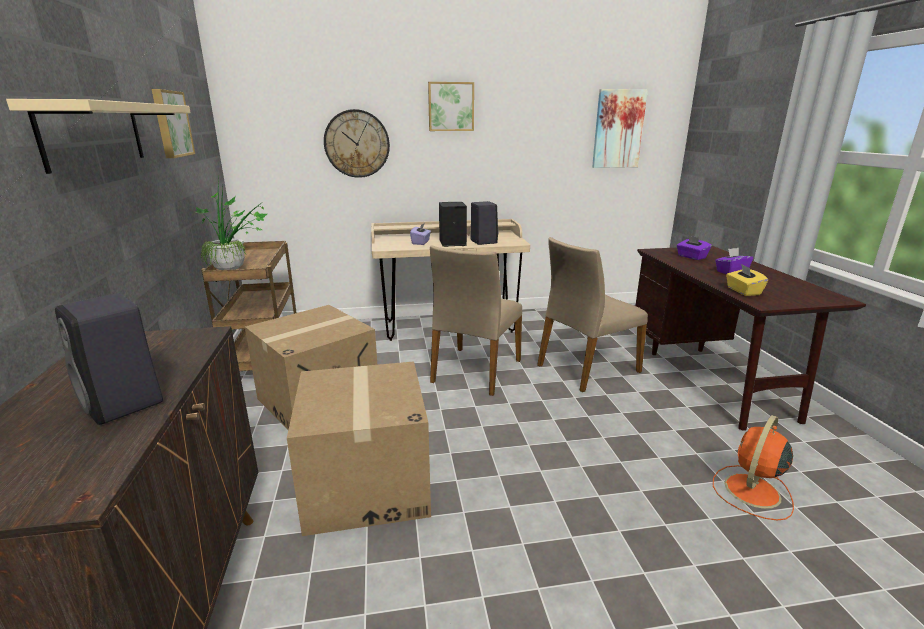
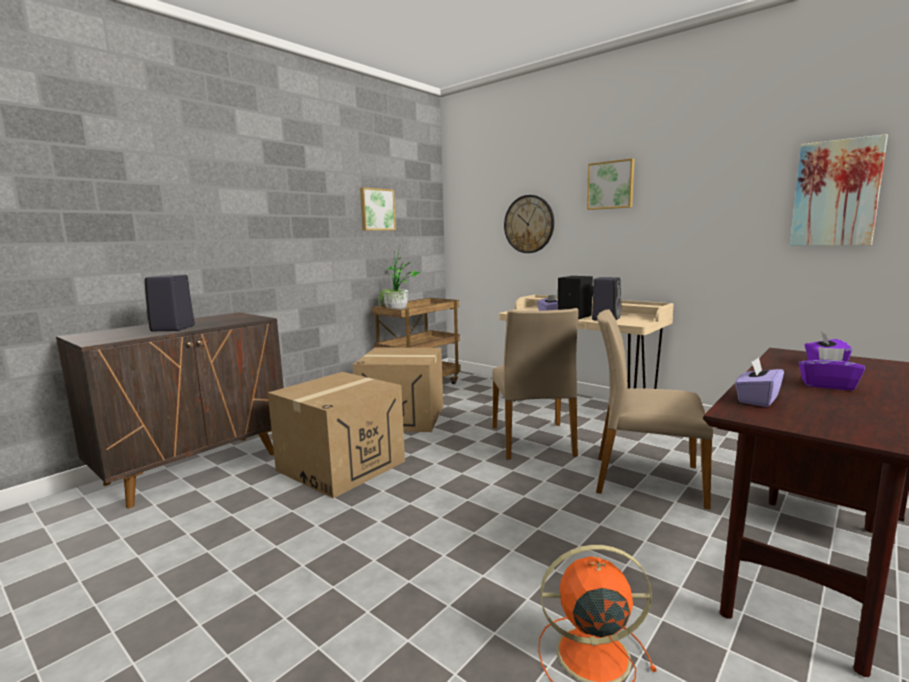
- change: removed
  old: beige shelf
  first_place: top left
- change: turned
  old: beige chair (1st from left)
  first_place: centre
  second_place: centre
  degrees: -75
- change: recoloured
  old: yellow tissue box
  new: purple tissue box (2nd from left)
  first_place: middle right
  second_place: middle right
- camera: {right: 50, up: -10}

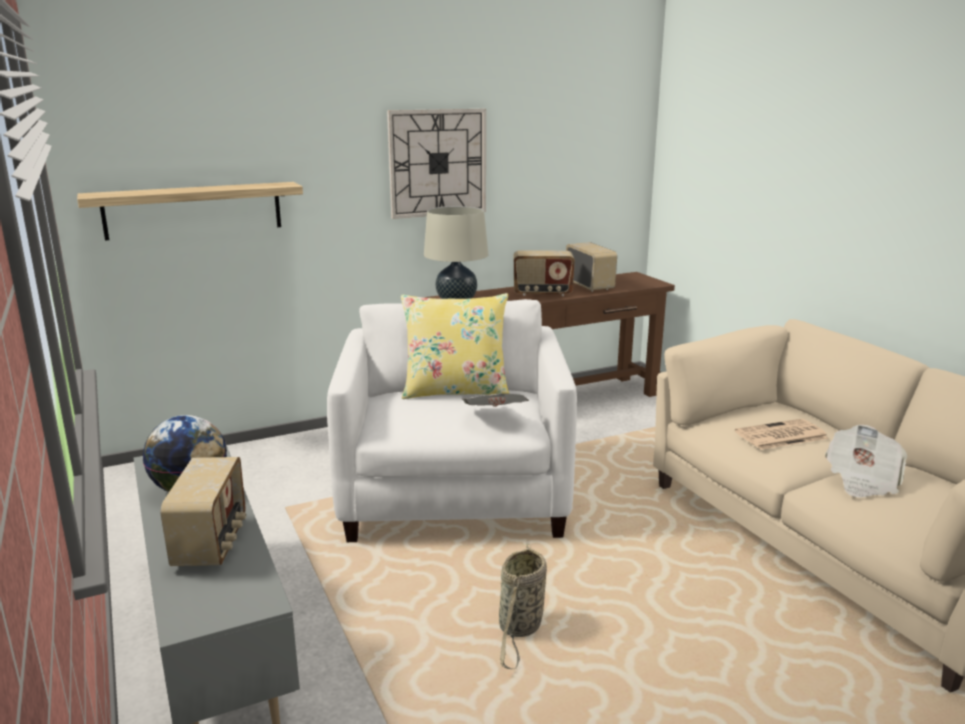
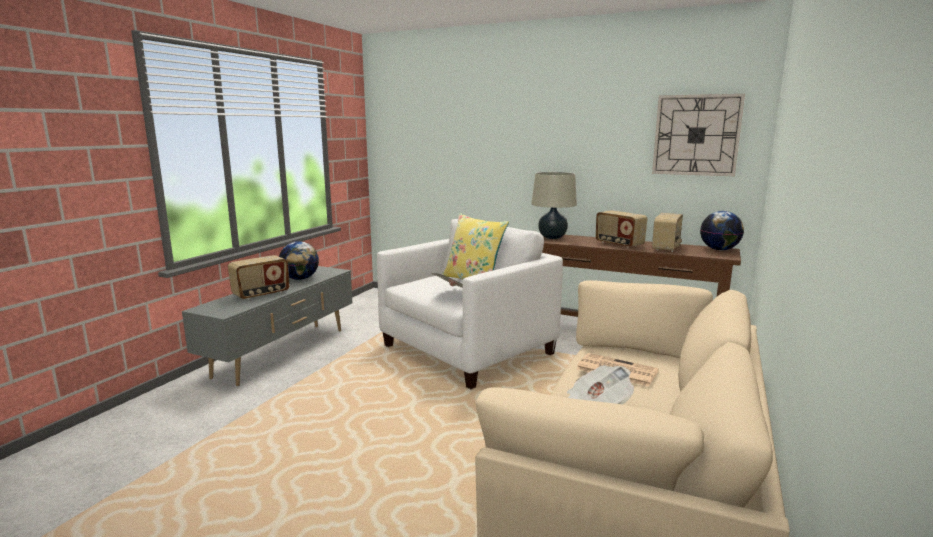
- change: moved
  old: wall clock
  first_place: top centre
  second_place: top right
- change: removed
  old: shelf
  first_place: top left
- change: removed
  old: basket
  first_place: bottom centre
- change: added
  new: globe (2nd from left)
  second_place: middle right
- camera: {right: 50, up: -5}

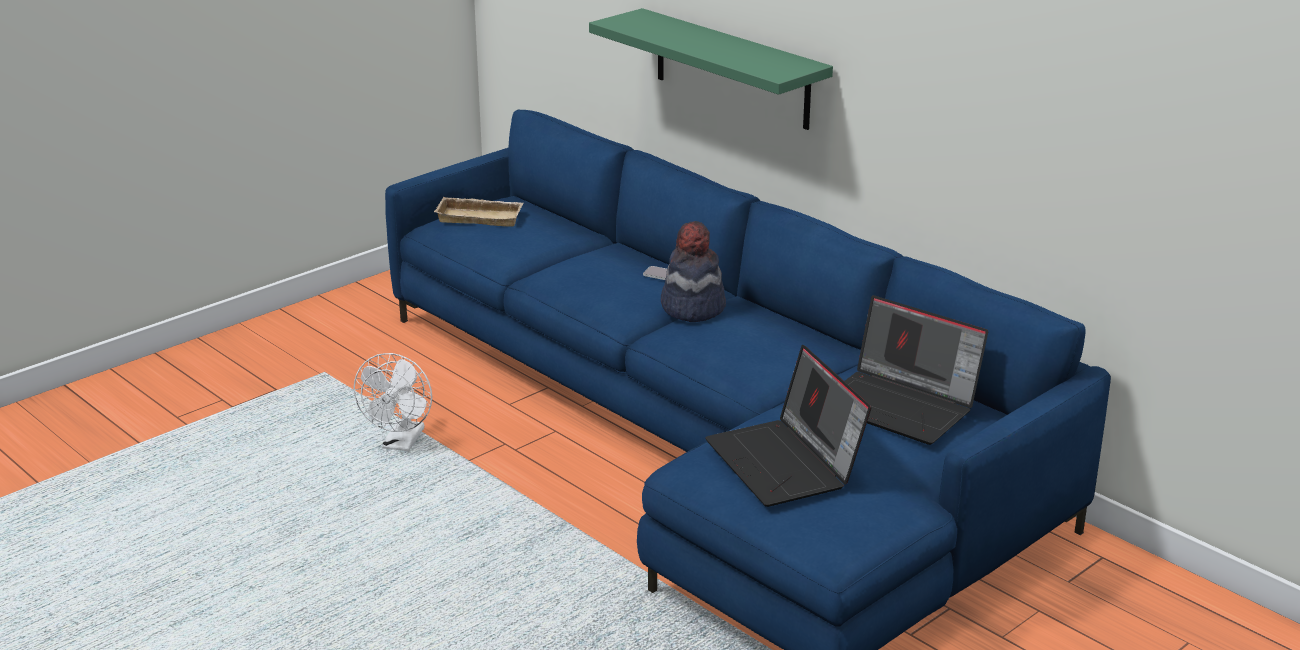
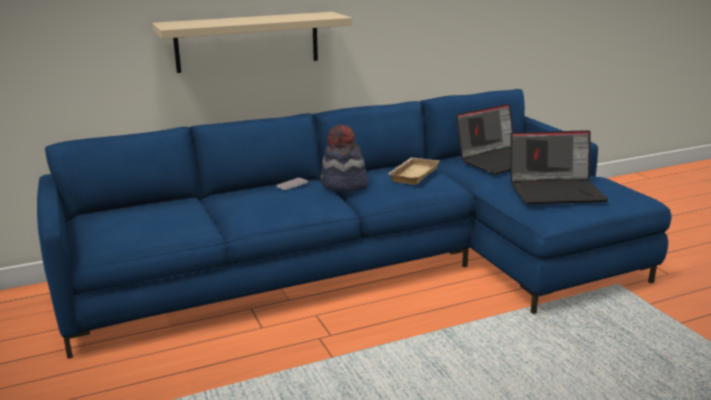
- change: recoloured
  old: green shelf
  new: beige shelf
  first_place: top centre
  second_place: top centre
- change: moved
  old: beige tray
  first_place: top centre
  second_place: centre
- change: removed
  old: white fan
  first_place: middle left
- camera: {right: -70, up: -5}

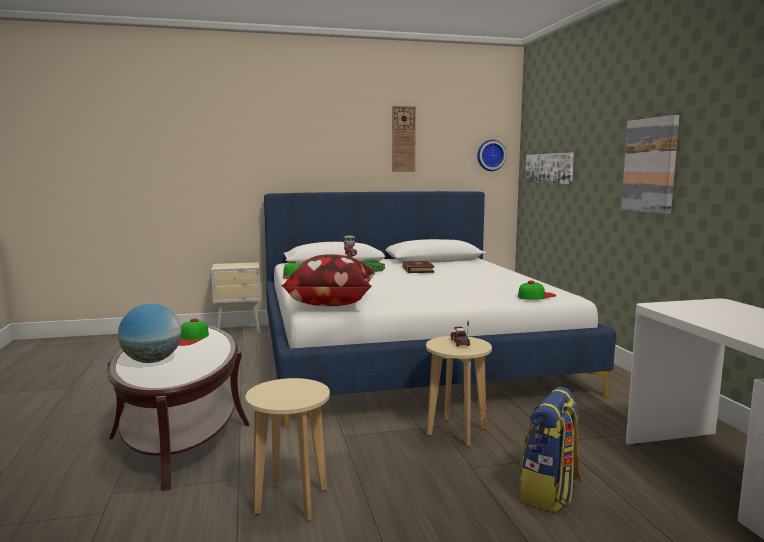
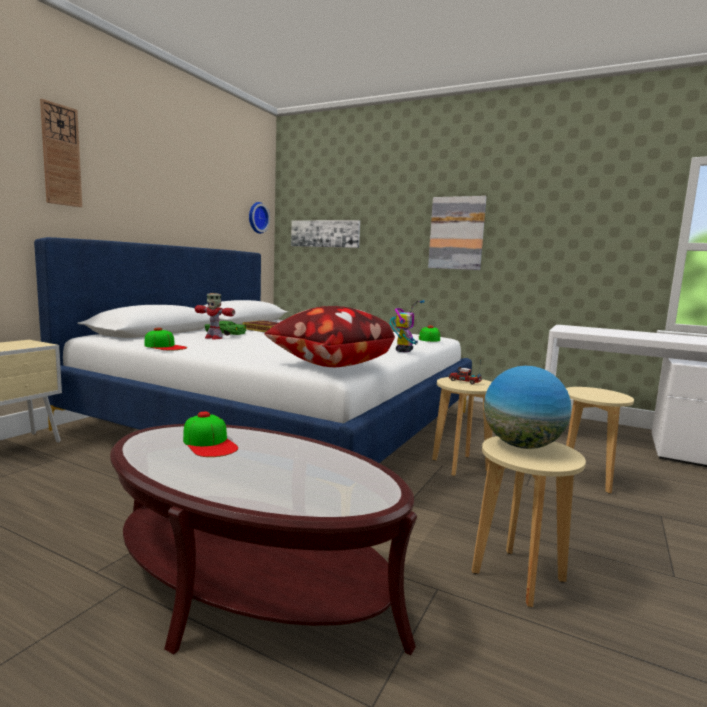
- change: moved
  old: wall clock (1st from left)
  first_place: top centre
  second_place: top left
- change: moved
  old: globe
  first_place: middle left
  second_place: middle right
- change: replaced
  old: backpack
  new: beige stool (3rd from left)
  first_place: bottom right
  second_place: middle right
- change: added
  new: toy robot (2nd from left)
  second_place: centre
- camera: {right: -50, up: 0}

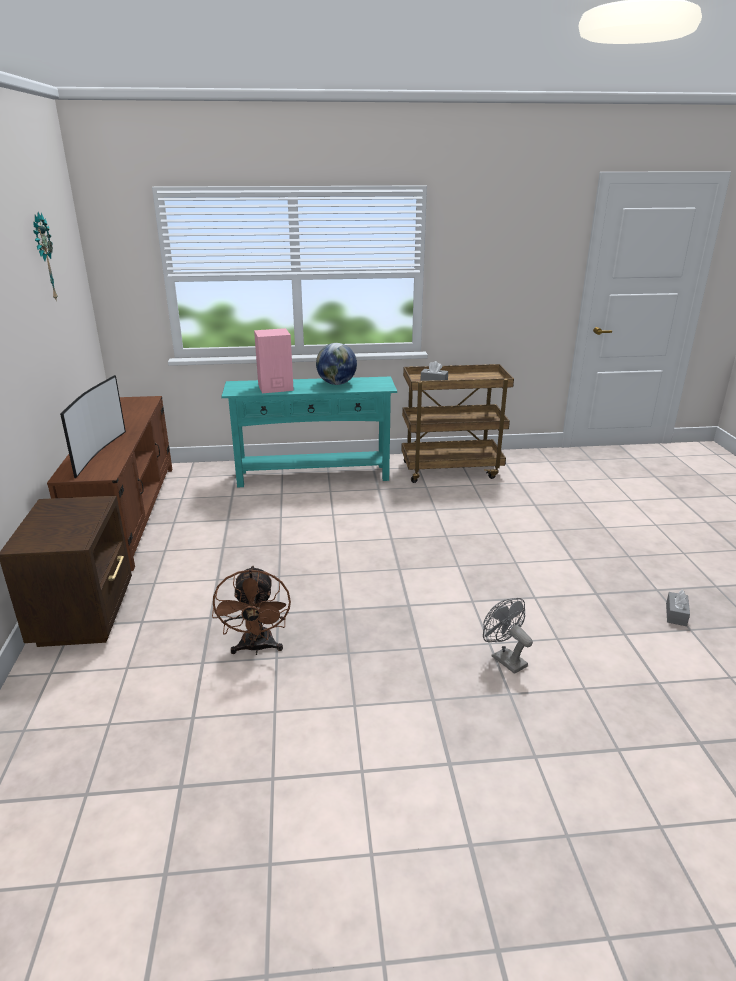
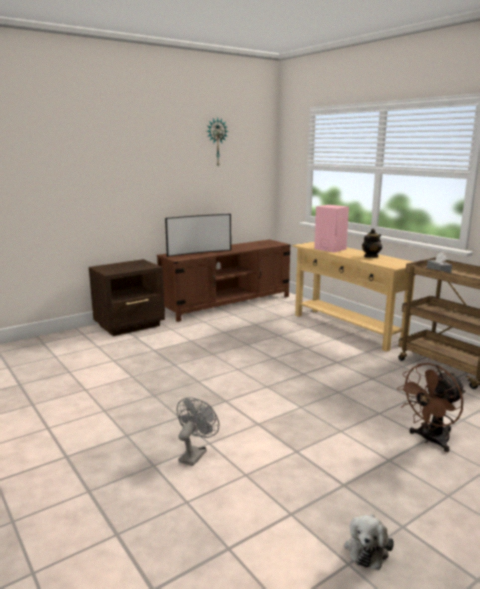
- change: replaced
  old: globe
  new: teapot
  first_place: centre
  second_place: middle right
- change: recoloured
  old: turquoise console table
  new: beige console table
  first_place: centre
  second_place: middle right
- change: moved
  old: brown fan
  first_place: centre
  second_place: bottom right
- change: replaced
  old: grey tissue box (2nd from left)
  new: plush toy
  first_place: middle right
  second_place: bottom right
- camera: {right: 60, up: -10}

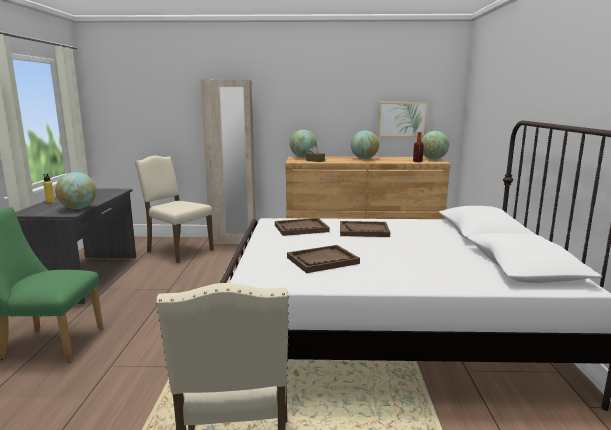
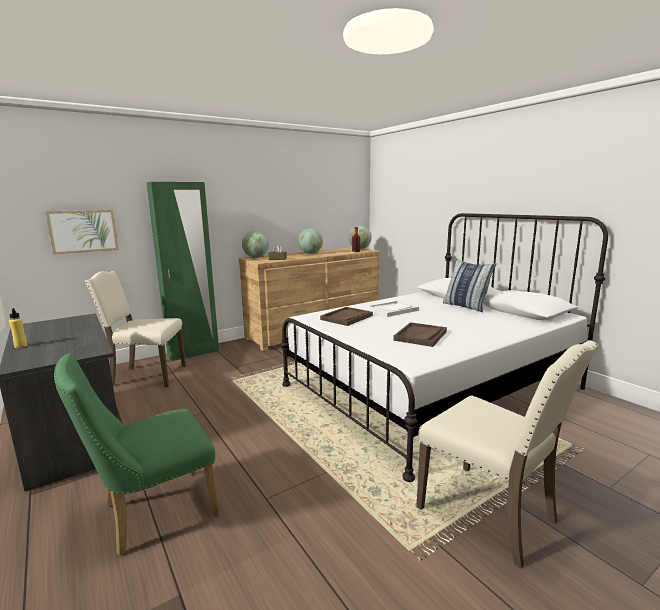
- change: recoloured
  old: beige wardrobe
  new: green wardrobe
  first_place: centre
  second_place: middle left
- change: moved
  old: picture
  first_place: top centre
  second_place: middle left
- change: removed
  old: globe (1st from left)
  first_place: middle left
- change: recoloured
  old: brown tray (3rd from left)
  new: white tray
  first_place: centre
  second_place: centre
- change: added
  new: pillow
  second_place: middle right
- camera: {right: -35, up: 0}

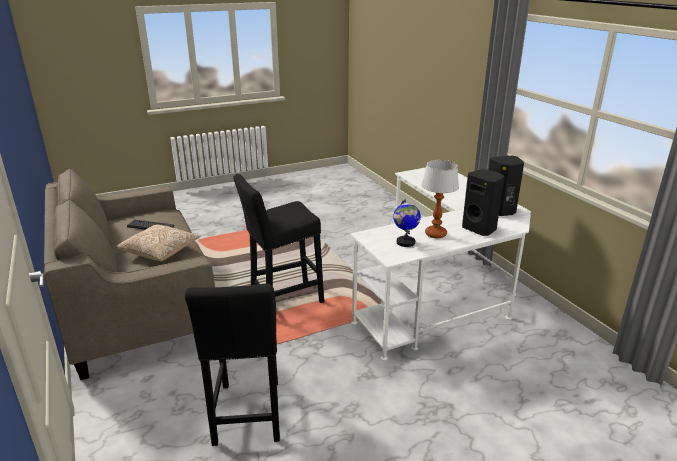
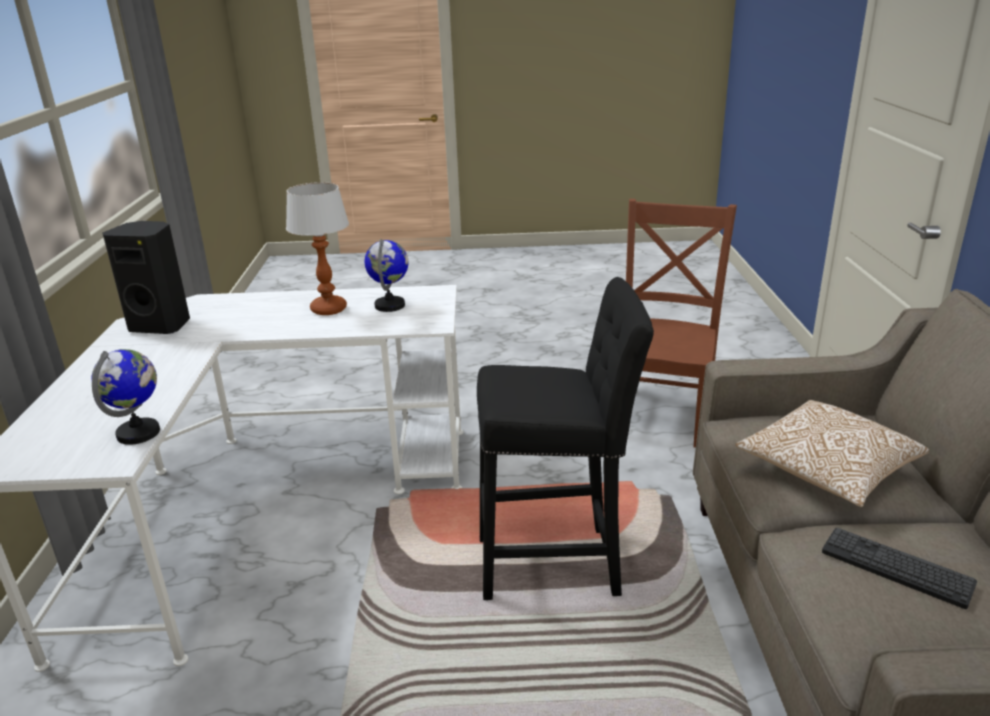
- change: removed
  old: black speaker (1st from left)
  first_place: middle right
- change: replaced
  old: black stool (1st from left)
  new: brown chair
  first_place: bottom centre
  second_place: middle right
- change: added
  new: globe (1st from left)
  second_place: middle left
- camera: {right: -155, up: 0}

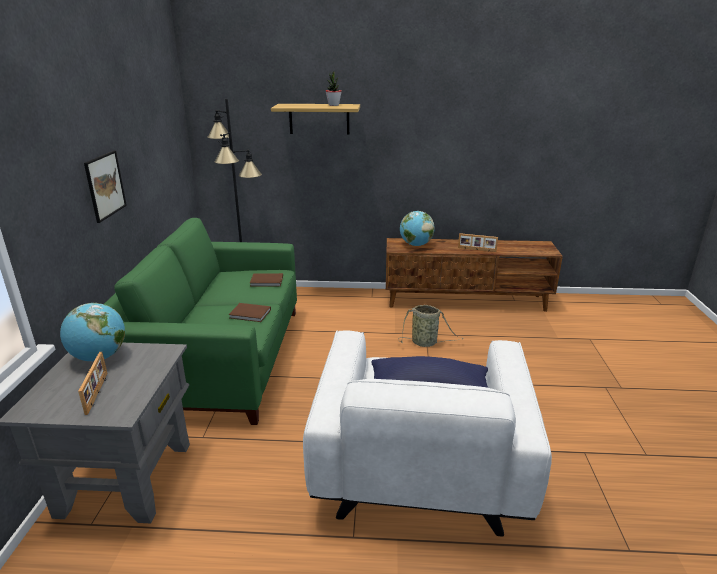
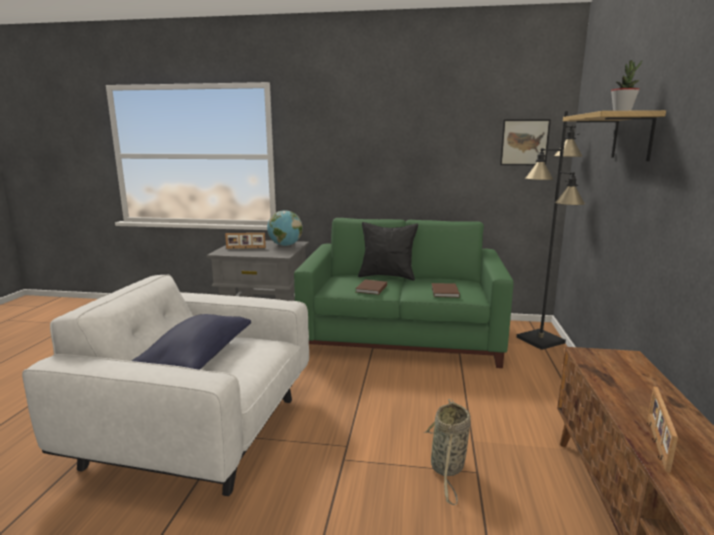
- change: moved
  old: picture
  first_place: top left
  second_place: top right
- change: removed
  old: globe (2nd from left)
  first_place: centre
- change: added
  new: black pillow
  second_place: centre
- camera: {right: 95, up: -10}

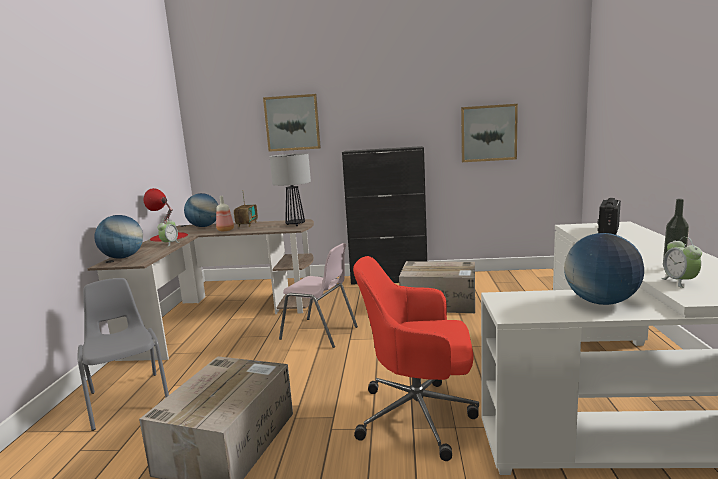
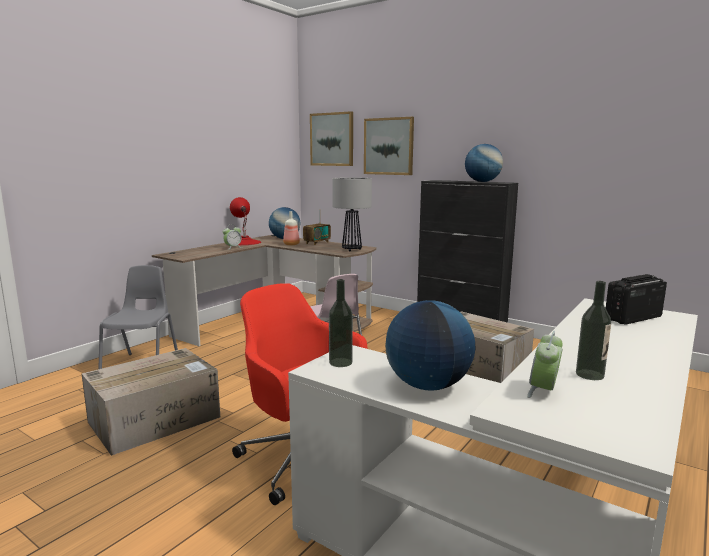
- change: moved
  old: picture (2nd from left in the first image)
  new: picture (1st from left)
  first_place: top right
  second_place: top centre
- change: moved
  old: globe (1st from left in the first image)
  new: globe (3rd from left)
  first_place: middle left
  second_place: top right
- change: added
  new: bottle (2nd from left)
  second_place: centre
- camera: {right: 30, up: 0}

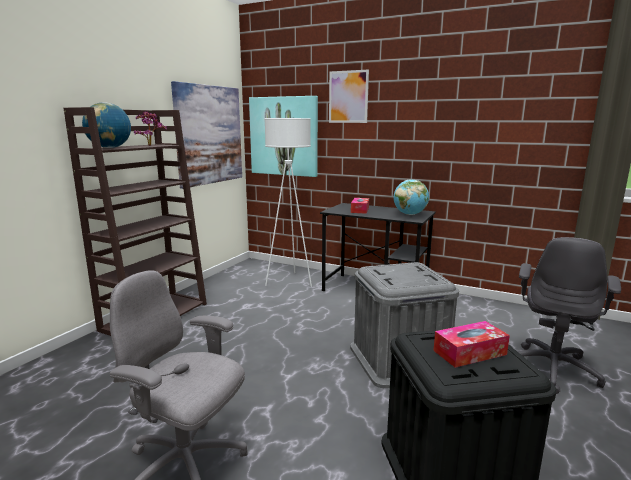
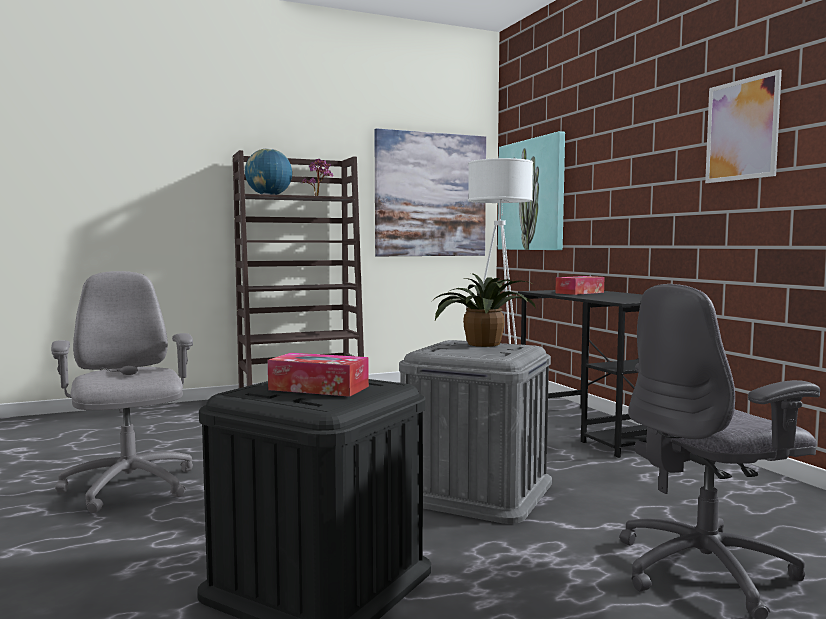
- change: moved
  old: picture (3rd from left)
  first_place: top centre
  second_place: top right
- change: removed
  old: globe (2nd from left)
  first_place: centre
- change: added
  new: potted plant (2nd from left)
  second_place: centre
- camera: {right: 40, up: -10}

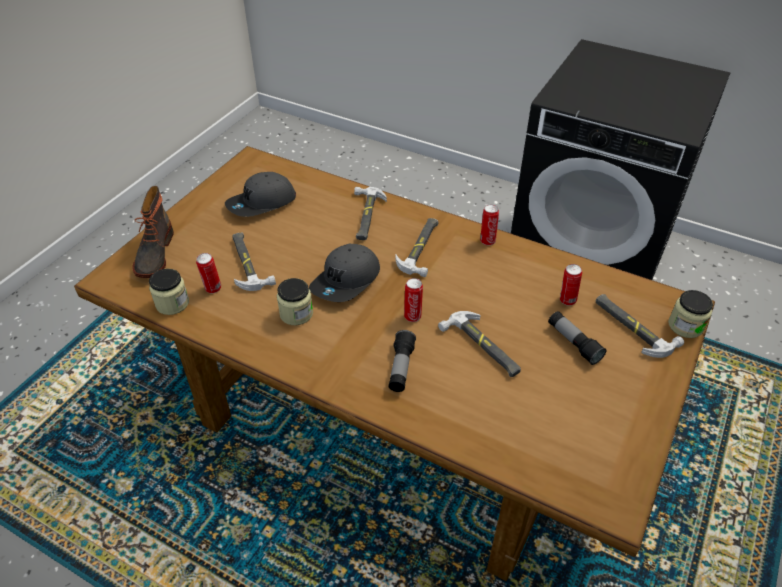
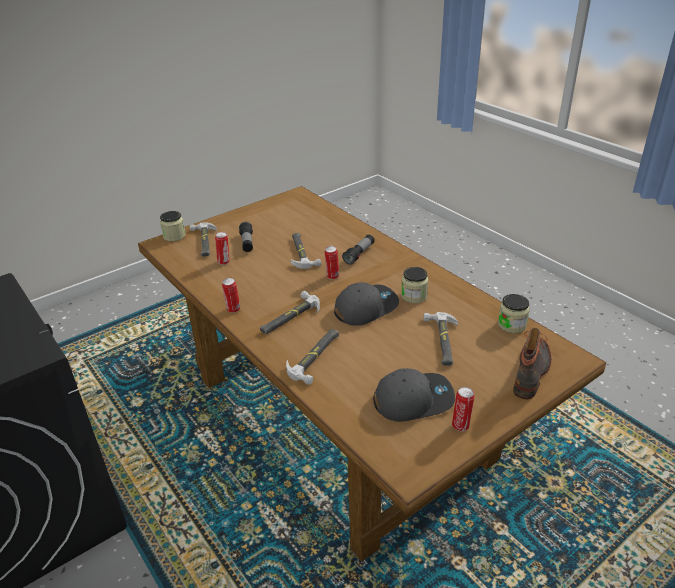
- change: moved
  old: can (1st from left in the first image)
  new: can (4th from left)
  first_place: middle left
  second_place: bottom right
- camera: {right: -155, up: -10}

